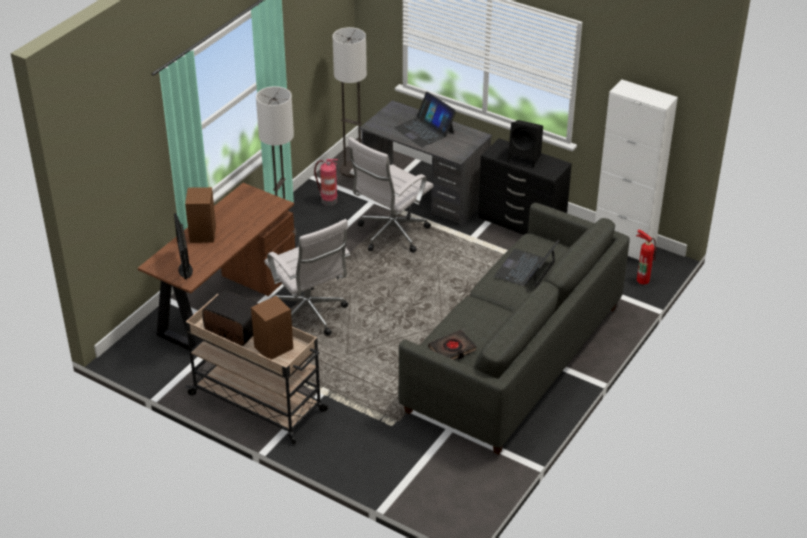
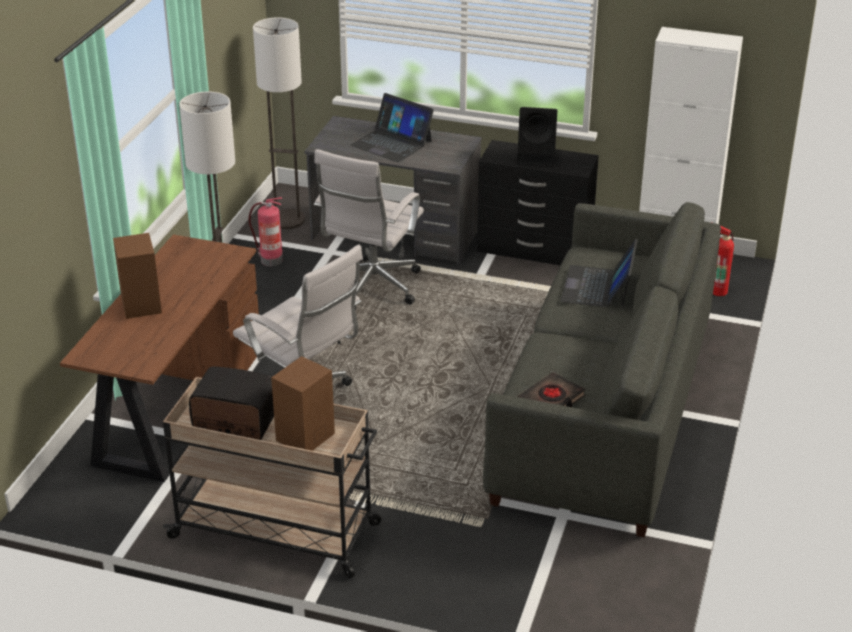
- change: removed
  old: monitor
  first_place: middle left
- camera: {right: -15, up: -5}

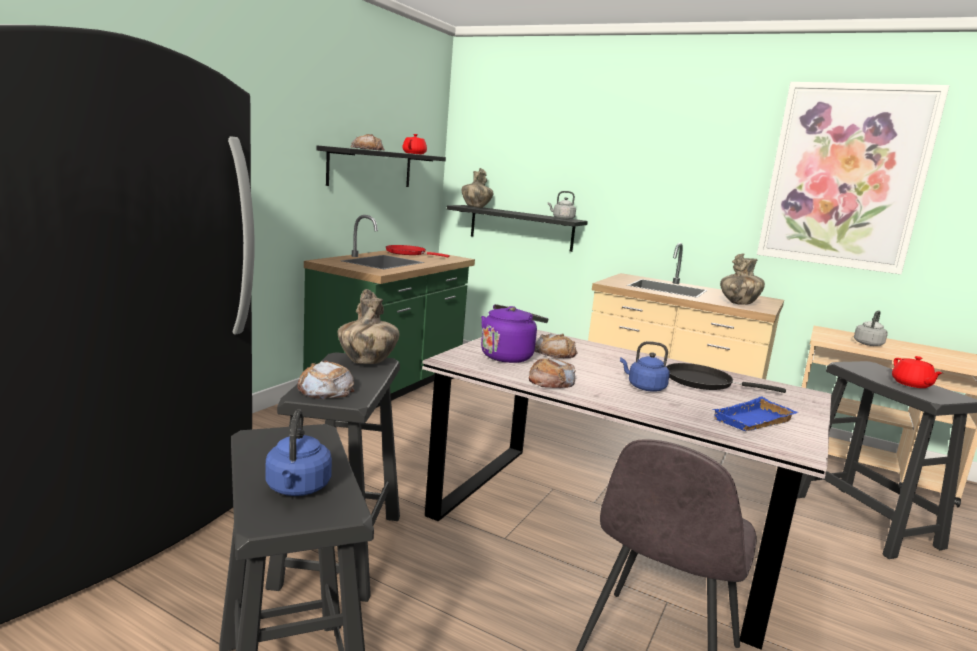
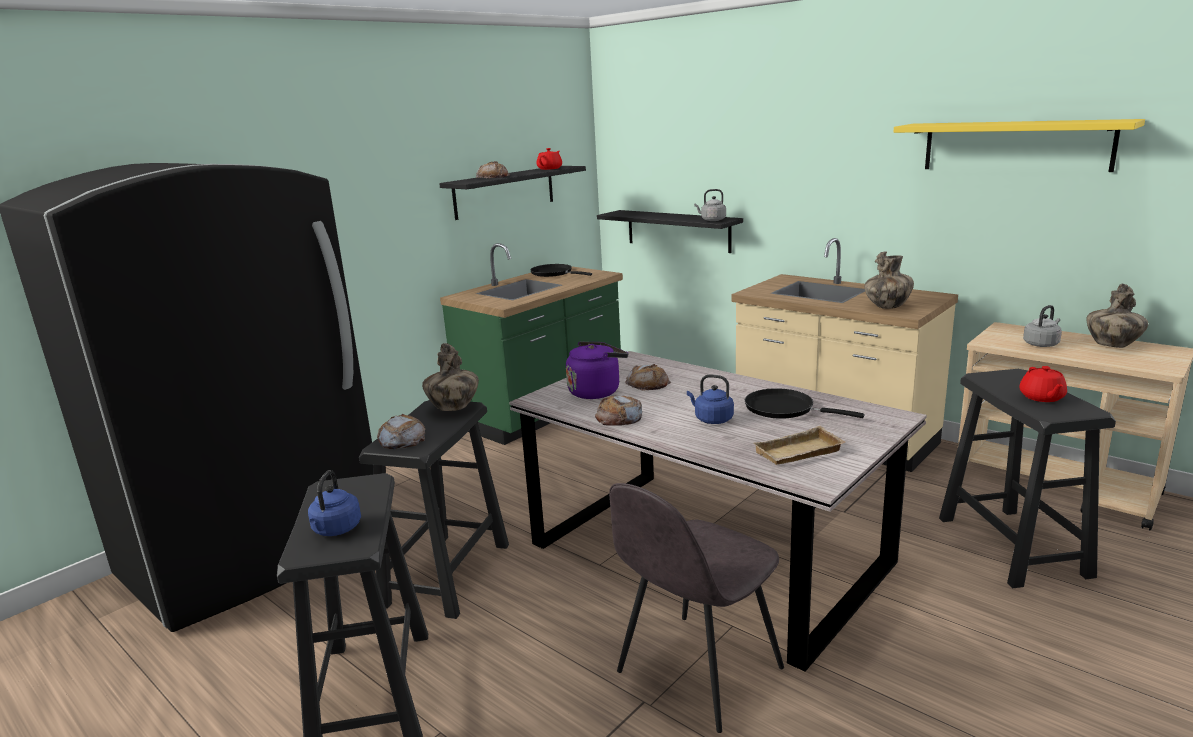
- change: replaced
  old: picture
  new: yellow shelf
  first_place: top right
  second_place: top right
- change: moved
  old: vase (2nd from left in the first image)
  new: vase (3rd from left)
  first_place: top centre
  second_place: middle right
- change: recoloured
  old: red frying pan
  new: black frying pan (1st from left)
  first_place: centre
  second_place: centre
- change: recoloured
  old: blue tray
  new: beige tray
  first_place: middle right
  second_place: middle right
- camera: {right: 15, up: 5}

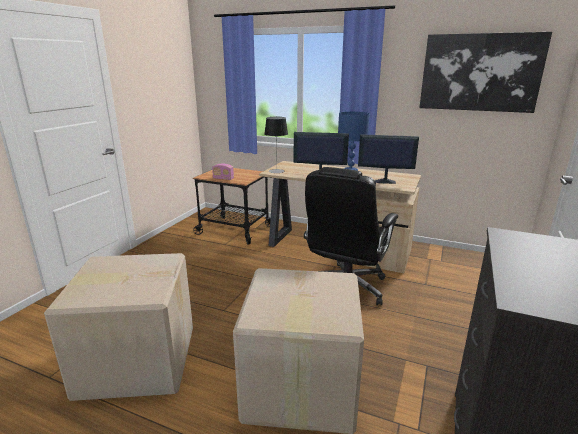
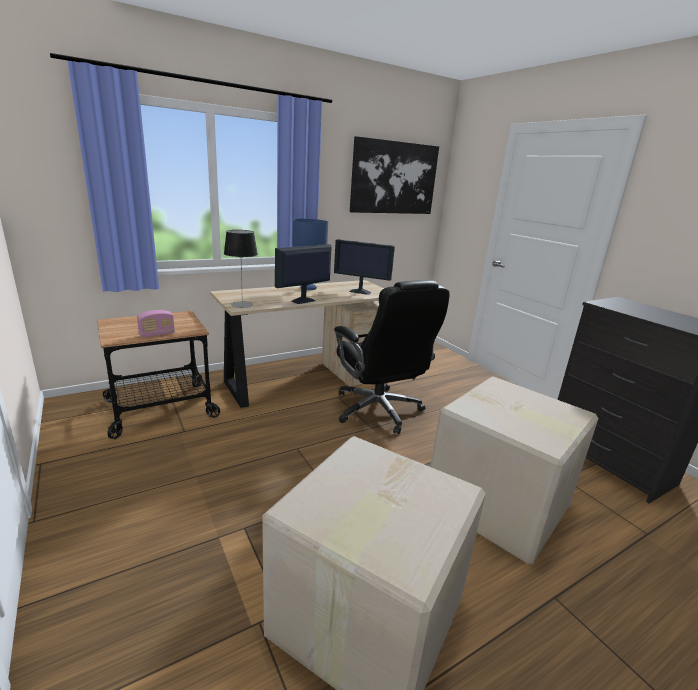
- change: turned
  old: monitor (2nd from left)
  first_place: middle right
  second_place: centre
  degrees: -120
- camera: {right: -55, up: 0}

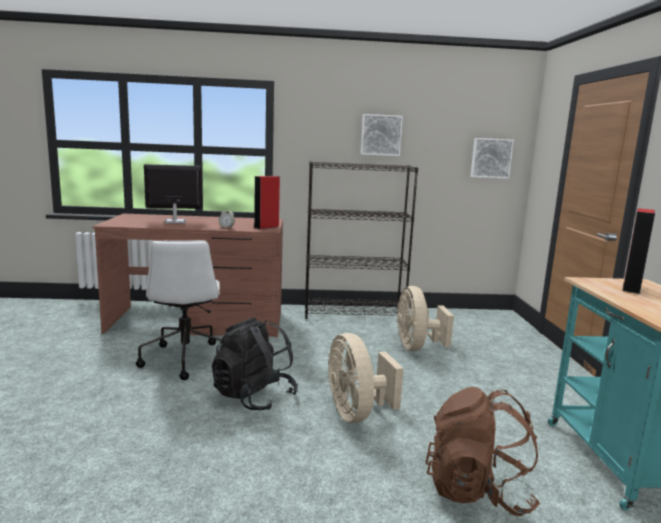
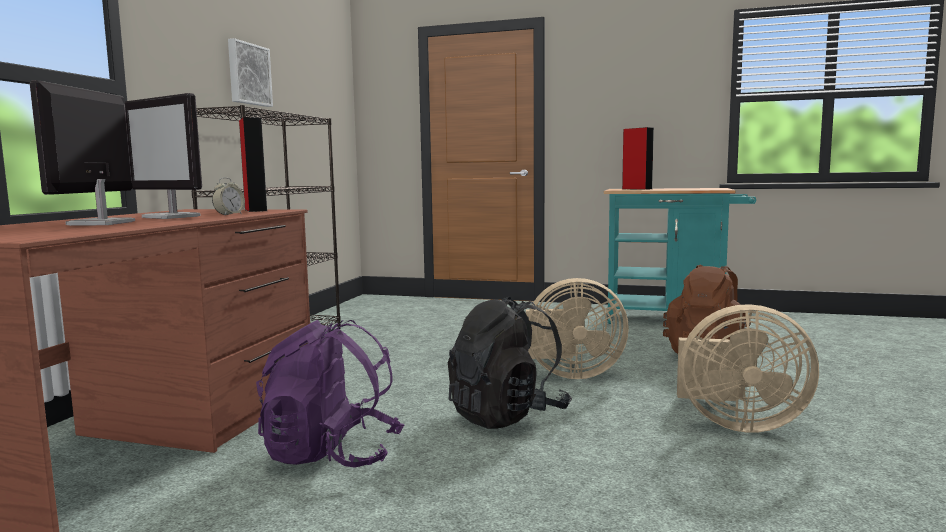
- change: removed
  old: picture (2nd from left)
  first_place: top right
- change: replaced
  old: white office chair
  new: purple backpack
  first_place: middle left
  second_place: bottom centre
- change: moved
  old: beige fan (2nd from left)
  first_place: centre
  second_place: bottom right
- change: added
  new: monitor (2nd from left)
  second_place: top left
- camera: {right: -70, up: -5}

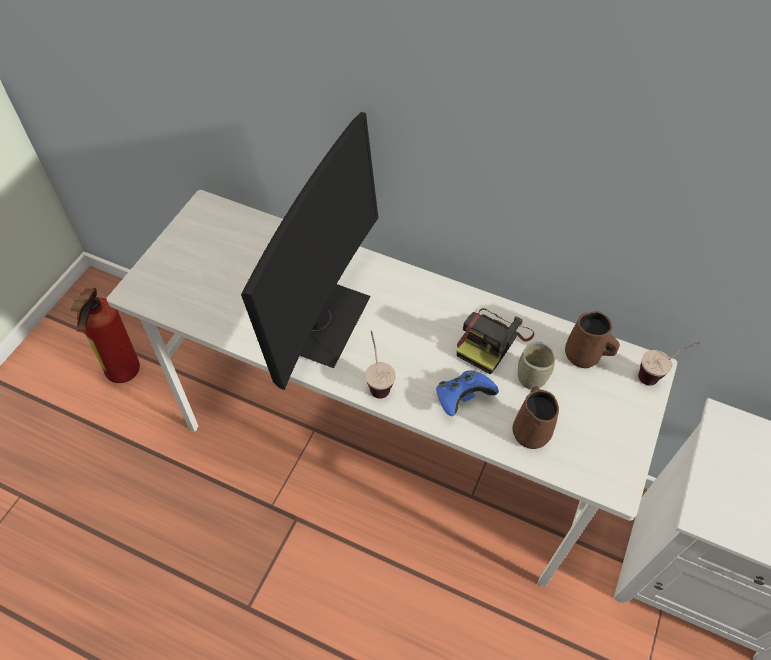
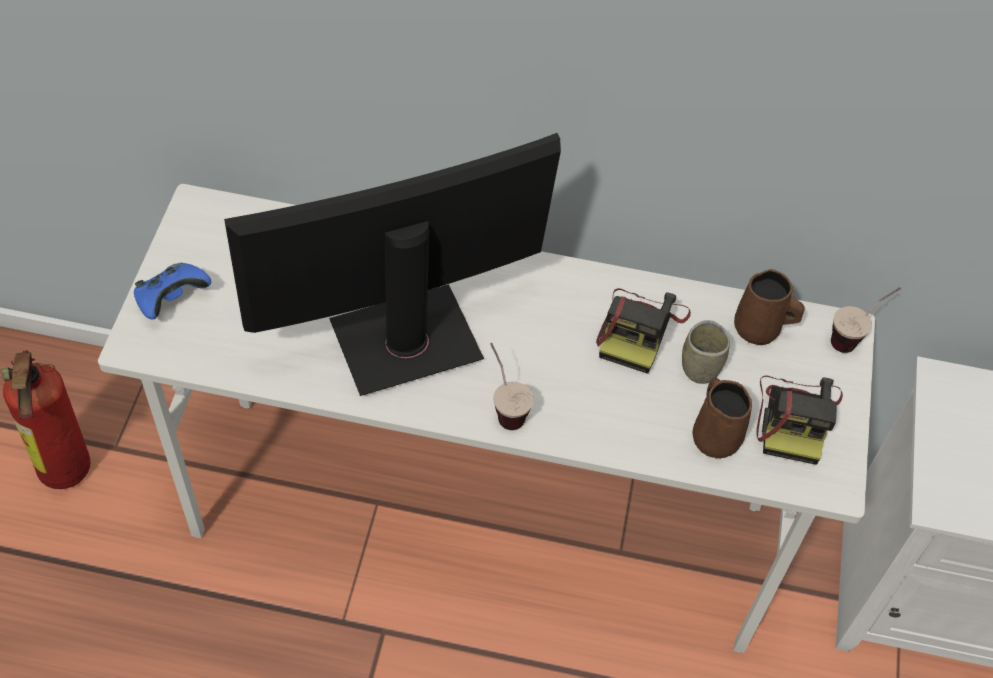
- change: turned
  old: monitor
  first_place: centre
  second_place: centre
  degrees: -120
- change: moved
  old: blue game controller
  first_place: centre
  second_place: middle left
- change: added
  new: photo camera (2nd from left)
  second_place: middle right
- camera: {right: -15, up: 0}

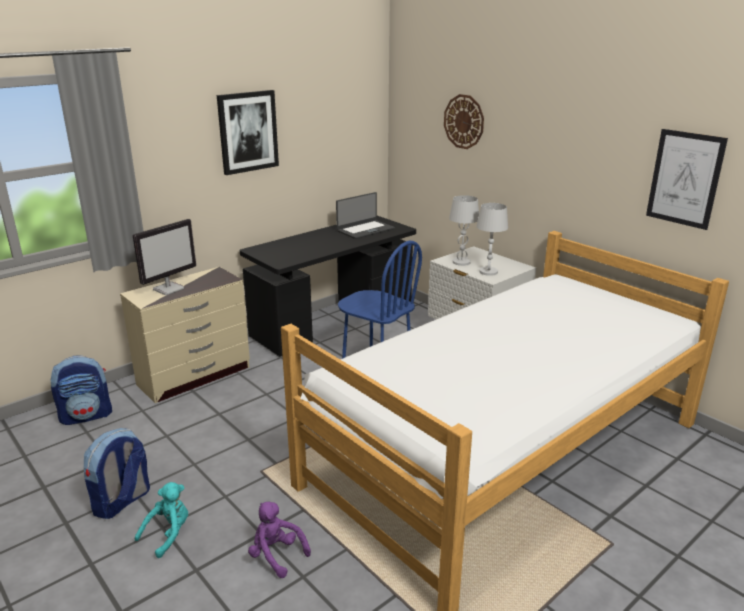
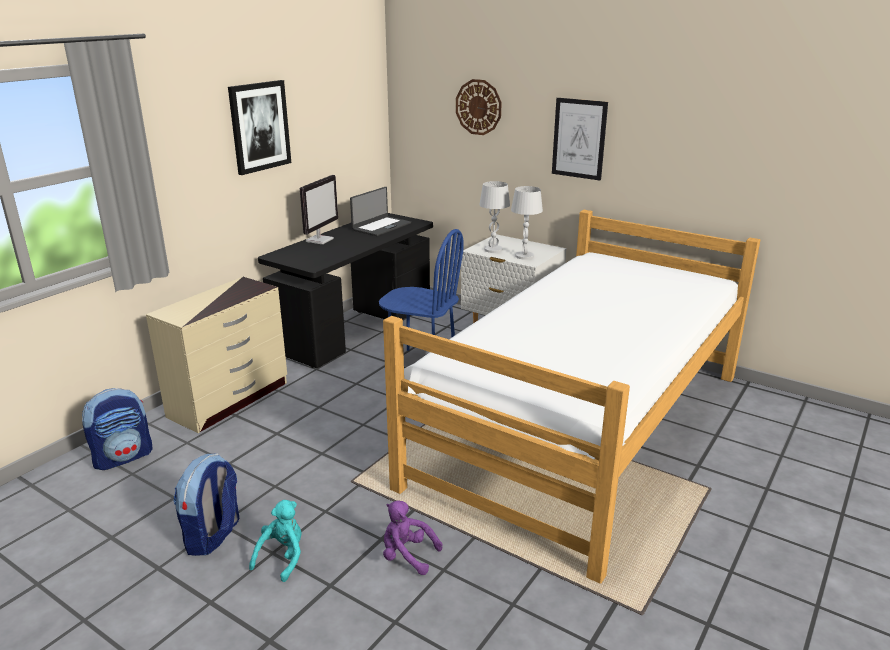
- change: moved
  old: picture (2nd from left)
  first_place: top right
  second_place: top centre
- change: moved
  old: monitor
  first_place: middle left
  second_place: top centre
- camera: {right: -15, up: 0}

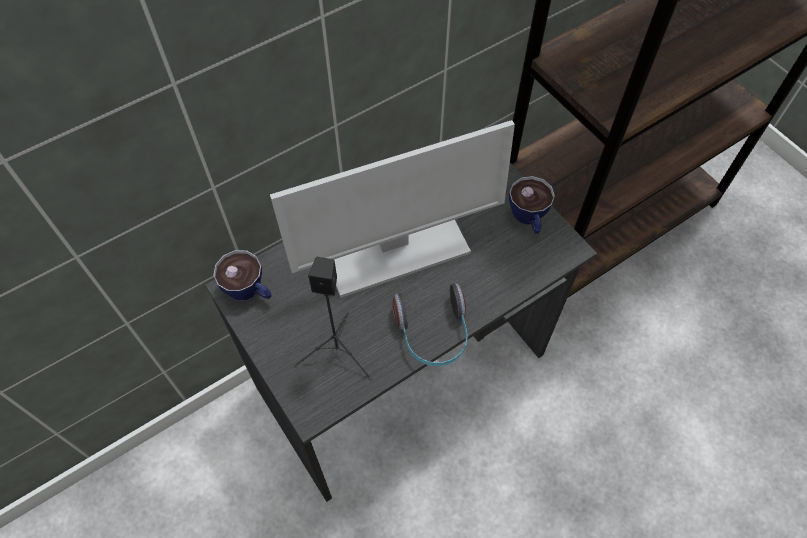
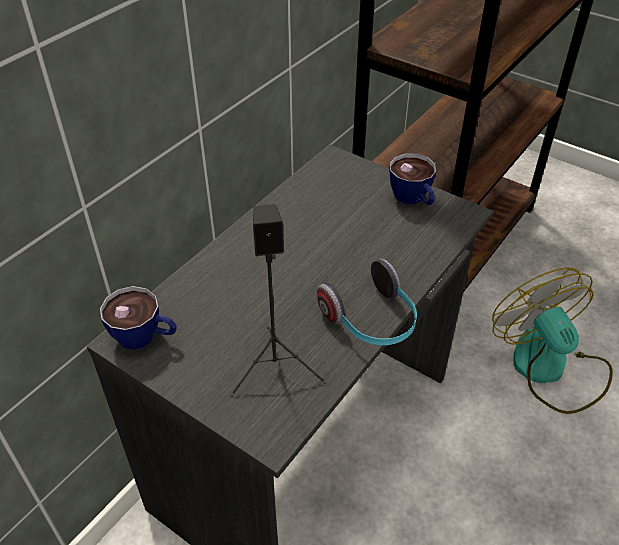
- change: removed
  old: monitor
  first_place: centre
- change: added
  new: fan
  second_place: middle right
- camera: {right: -20, up: -15}

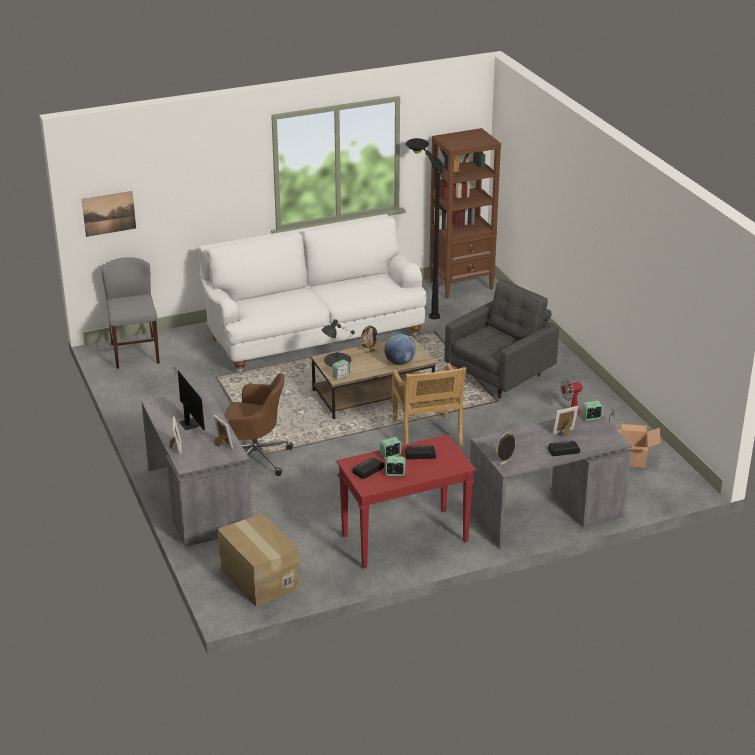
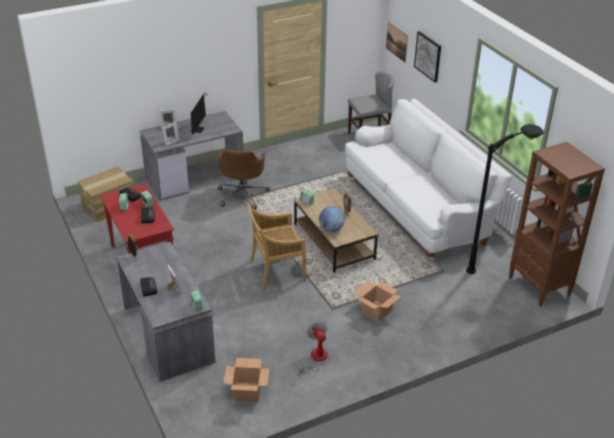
- change: replaced
  old: grey armchair
  new: cardboard box (3rd from left)
  first_place: centre
  second_place: bottom centre
- change: removed
  old: black table lamp
  first_place: centre
- change: turned
  old: monitor
  first_place: middle left
  second_place: top left
  degrees: -45
- change: added
  new: picture (2nd from left)
  second_place: top right
- camera: {right: 85, up: 5}

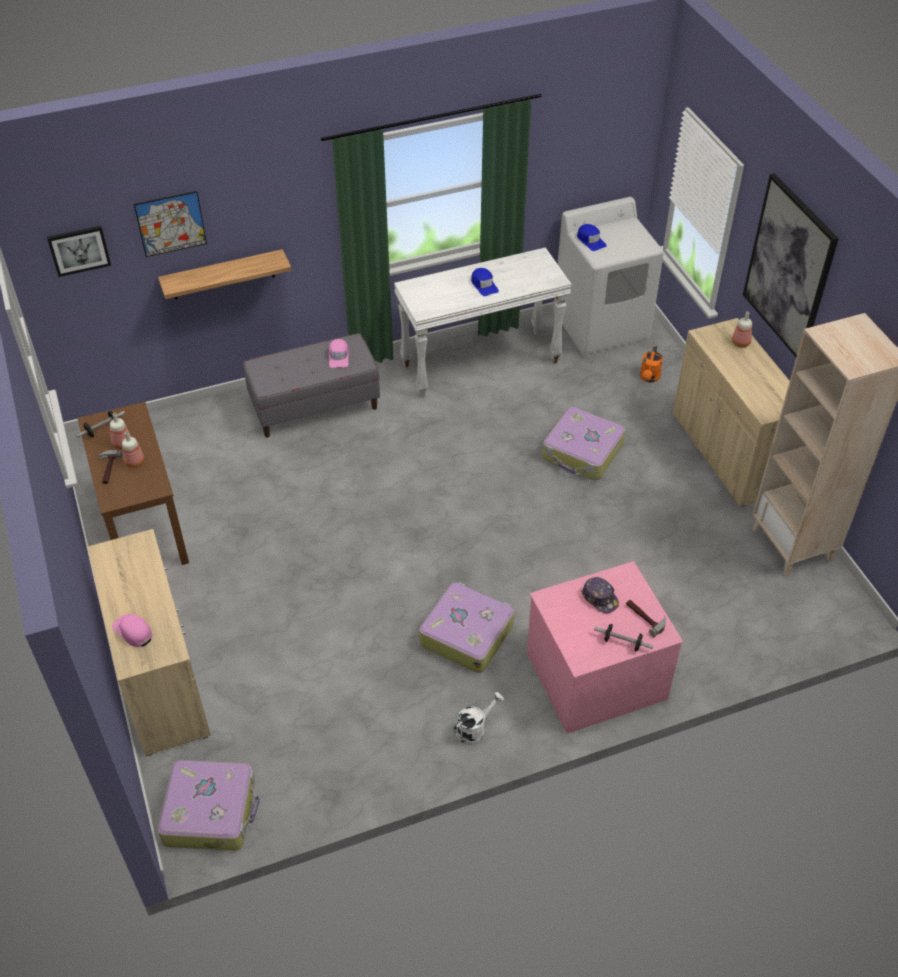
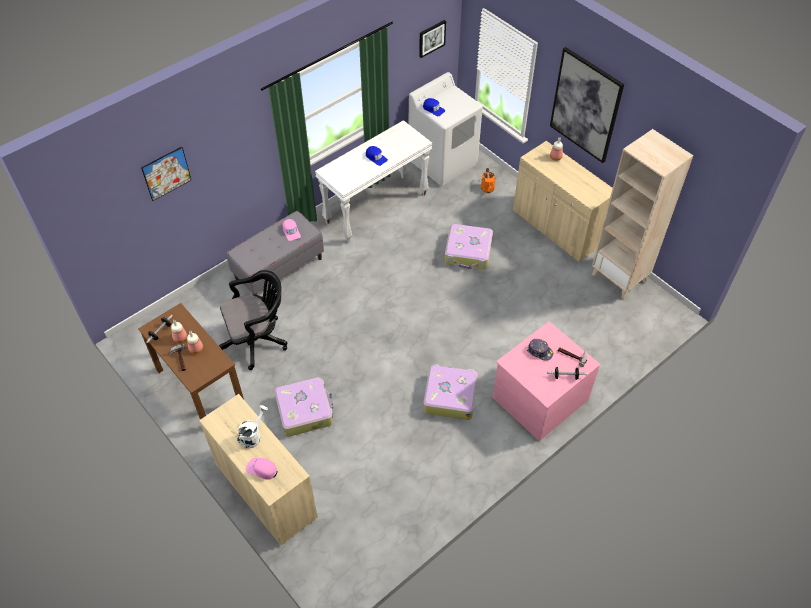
- change: moved
  old: picture (1st from left in the first image)
  new: picture (2nd from left)
  first_place: top left
  second_place: top centre
- change: removed
  old: shelf
  first_place: top left
- change: moved
  old: white watering can
  first_place: bottom centre
  second_place: bottom left
- change: moved
  old: suitcase (1st from left)
  first_place: bottom left
  second_place: bottom centre
- change: added
  new: black office chair
  second_place: middle left
- camera: {right: -20, up: 5}

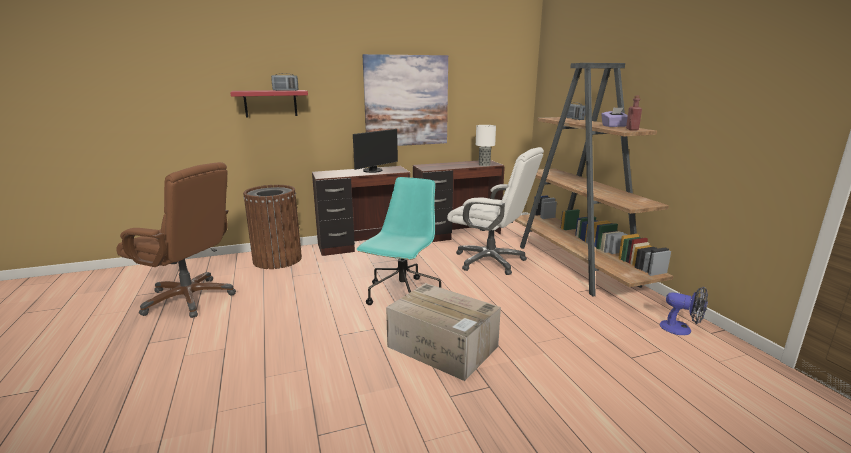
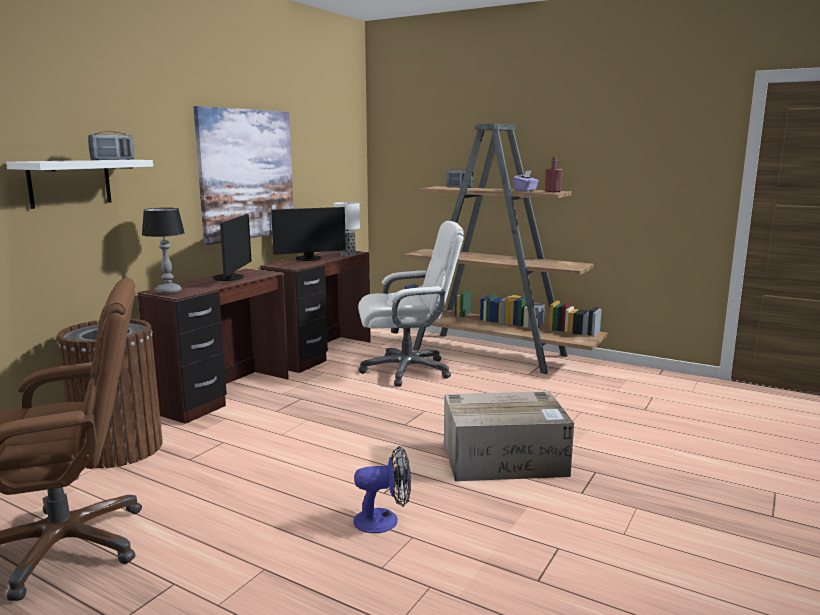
- change: recoloured
  old: red shelf
  new: white shelf
  first_place: top left
  second_place: top left
- change: removed
  old: turquoise office chair
  first_place: centre
- change: moved
  old: fan
  first_place: bottom right
  second_place: bottom centre
- change: added
  new: monitor (2nd from left)
  second_place: centre
- change: added
  new: table lamp (1st from left)
  second_place: middle left
- camera: {right: -40, up: -5}

